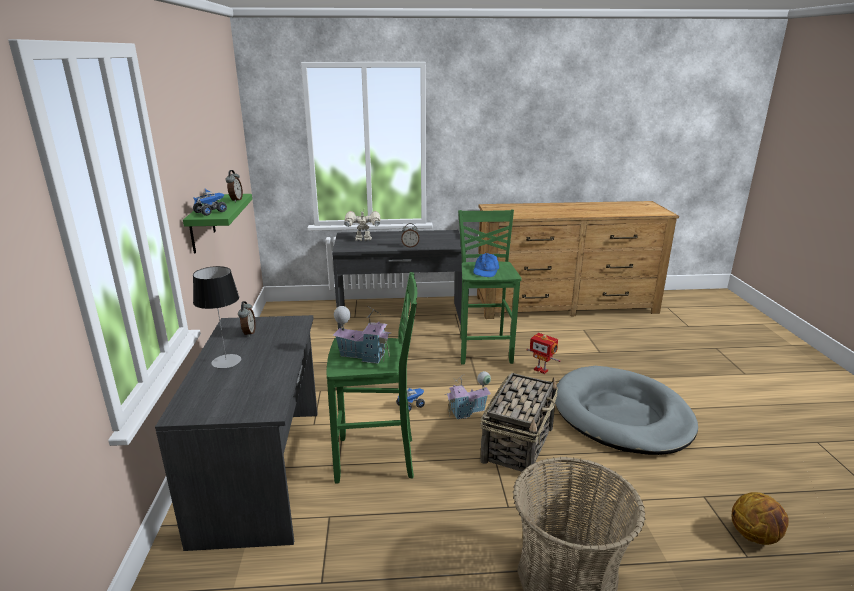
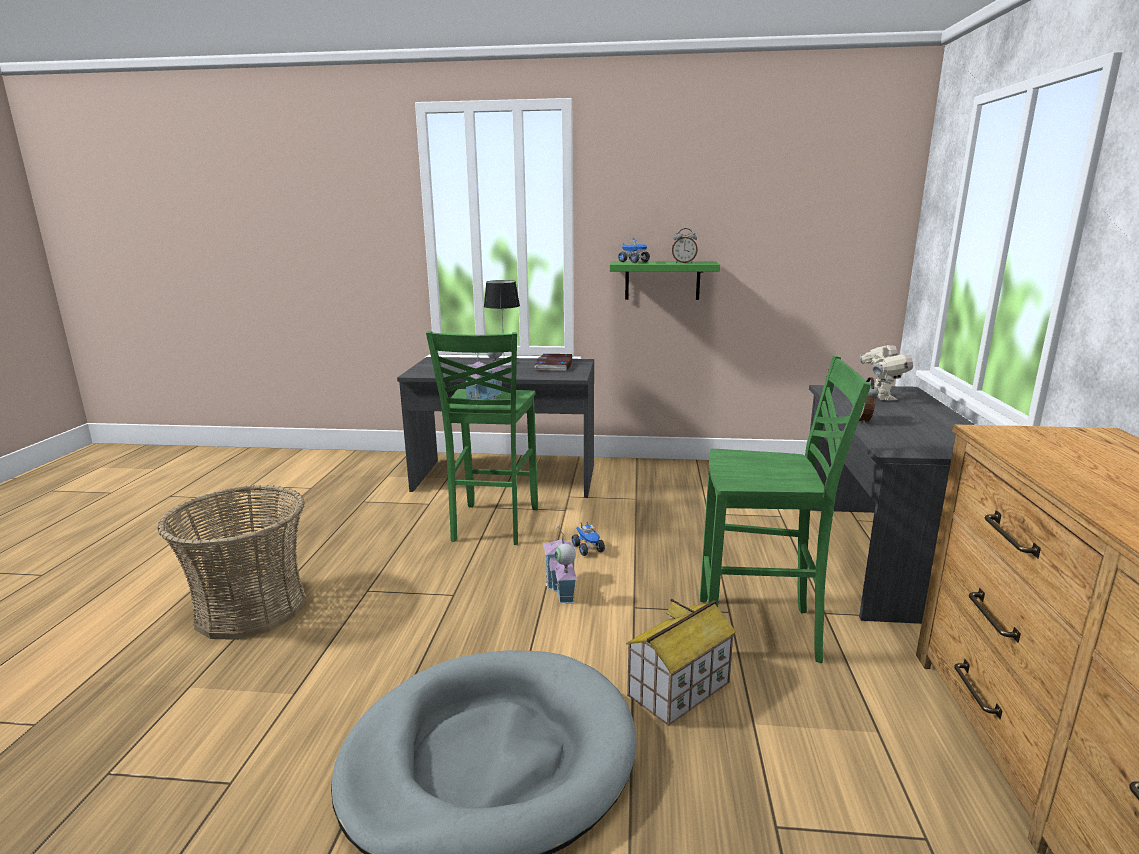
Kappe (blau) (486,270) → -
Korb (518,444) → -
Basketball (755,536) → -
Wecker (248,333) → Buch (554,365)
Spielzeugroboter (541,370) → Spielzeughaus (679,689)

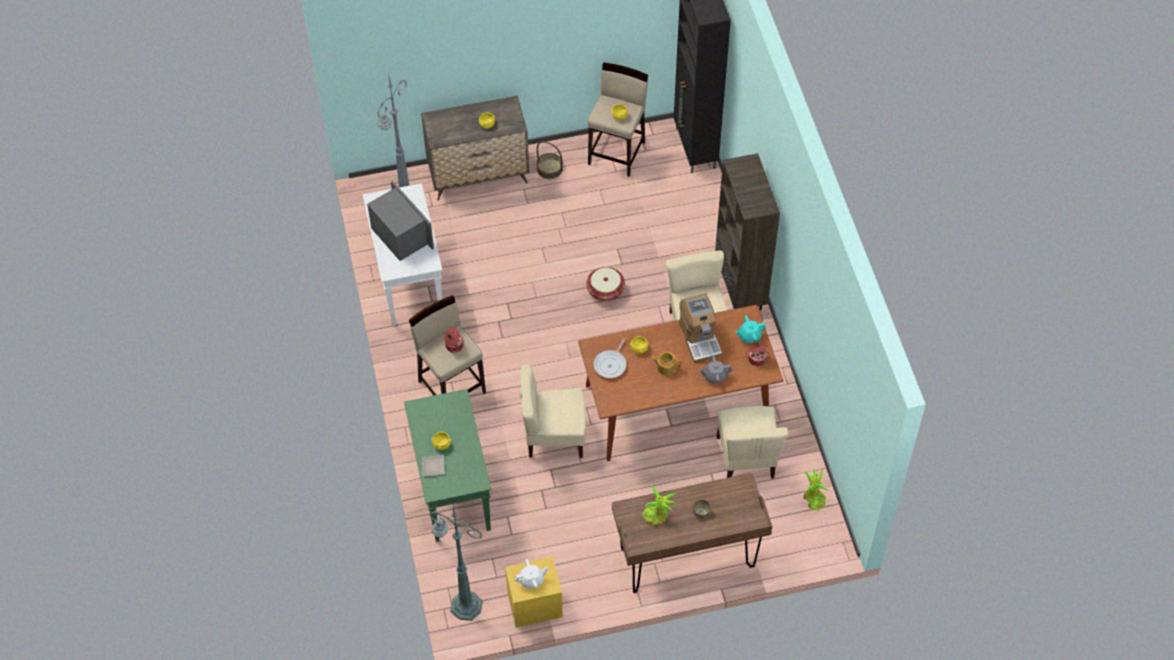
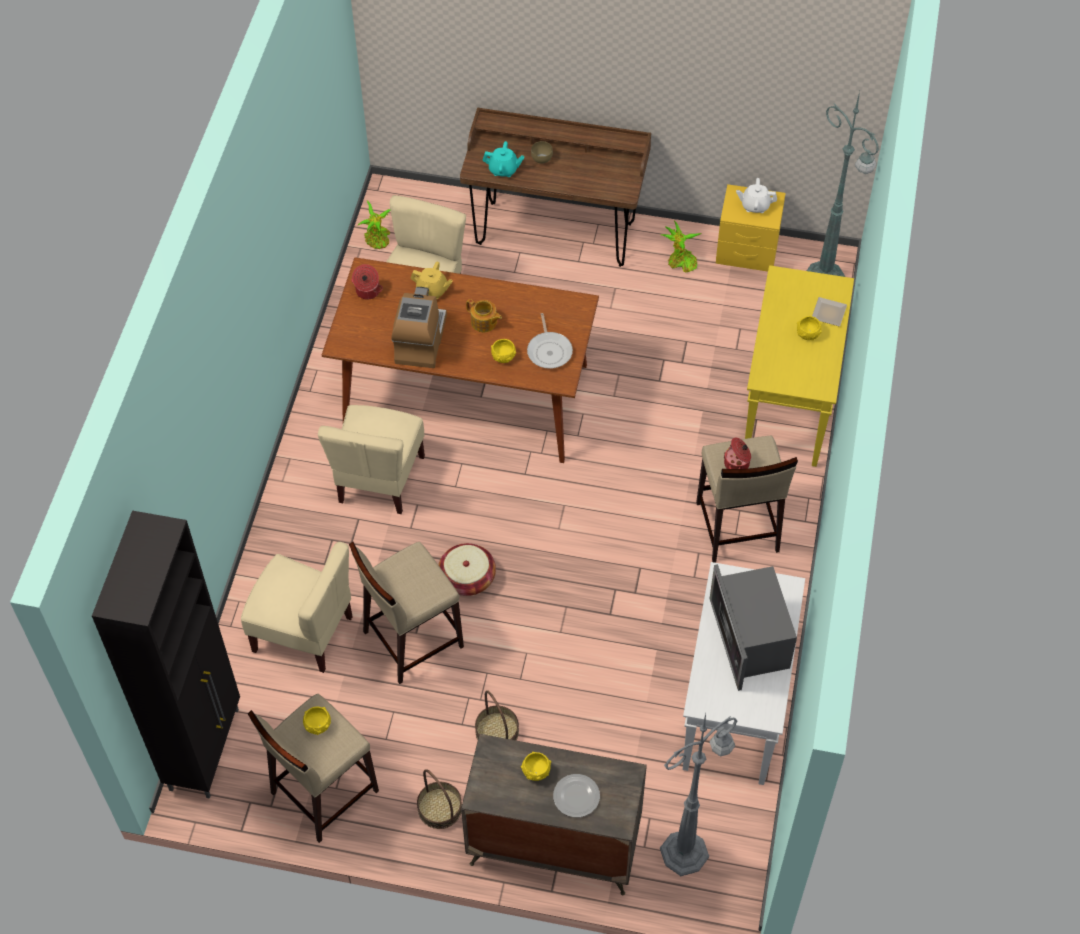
Bücherregal (braun) (740,289) → -
- → Hocker (beige) (412,639)
- → Korb (497,731)
- → Teller (576,797)
Stuhl (beige) (554,436) → Stuhl (beige) (304,633), relocated
Topfpflanze (657,515) → Topfpflanze (680,262), relocated
Teekanne (türkis) (749,336) → Teekanne (türkis) (503,170), relocated
Konsolentisch (grün) (451,488) → Konsolentisch (gelb) (789,404)
Teekanne (grau) (714,376) → Teekanne (gelb) (432,290)
Pfanne (611,364) → Pfanne (549,350), 120 degrees clockwise

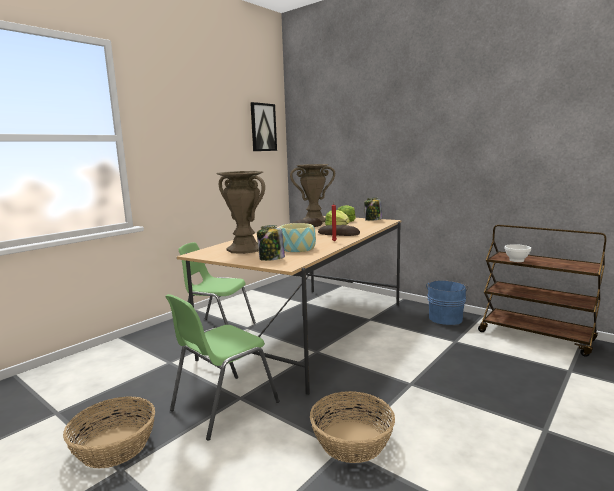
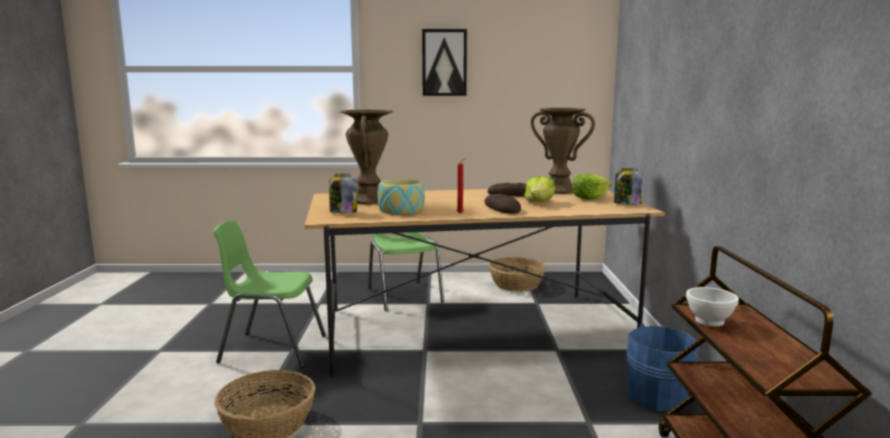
Korb (115,446) → Korb (516,285), relocated
Bild (263,127) → Bild (444,62), relocated

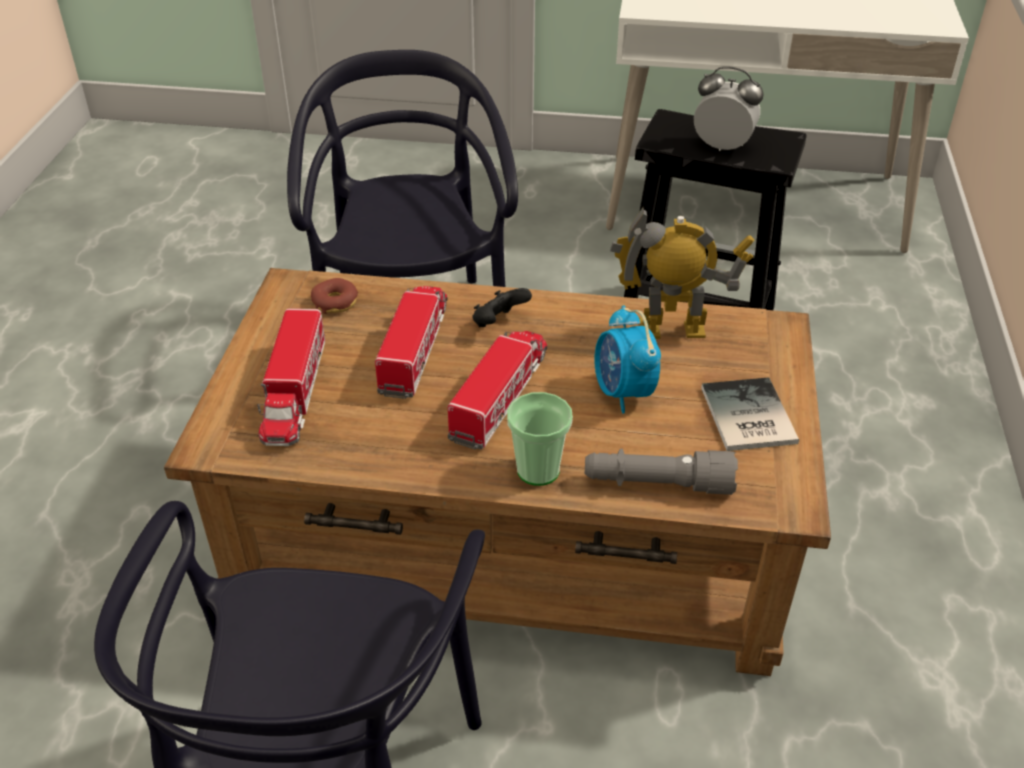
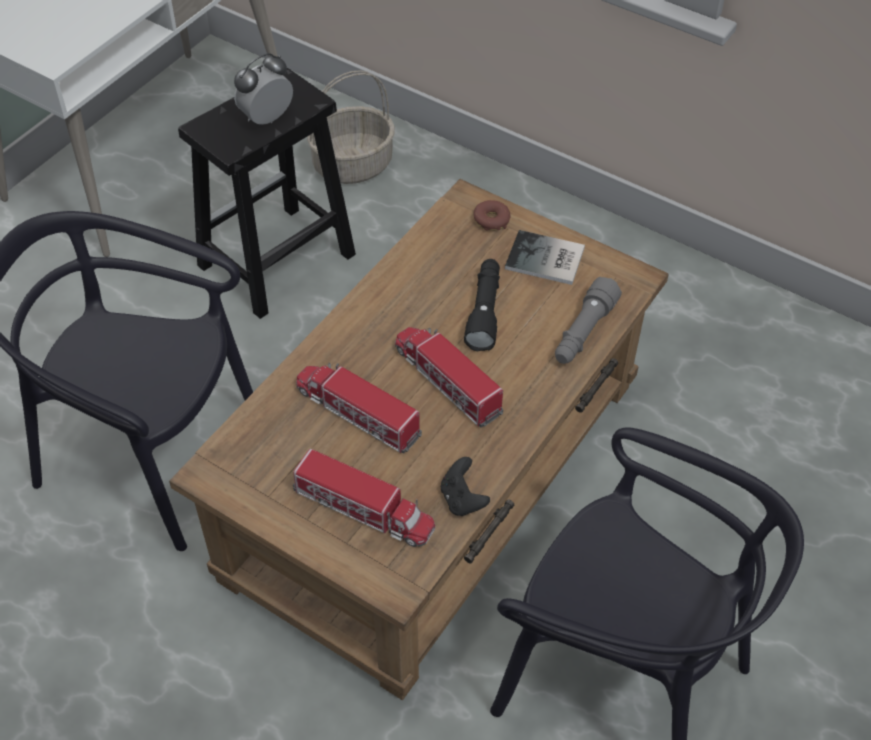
Tasse (538,470) → -
Spielzeugroboter (671,330) → -
- → Korb (353,164)
Donut (335,302) → Donut (491,220), relocated
Gamepad (schwarz) (499,323) → Gamepad (schwarz) (462,499), relocated
Wecker (623,393) → Taschenlampe (schwarz) (484,311)

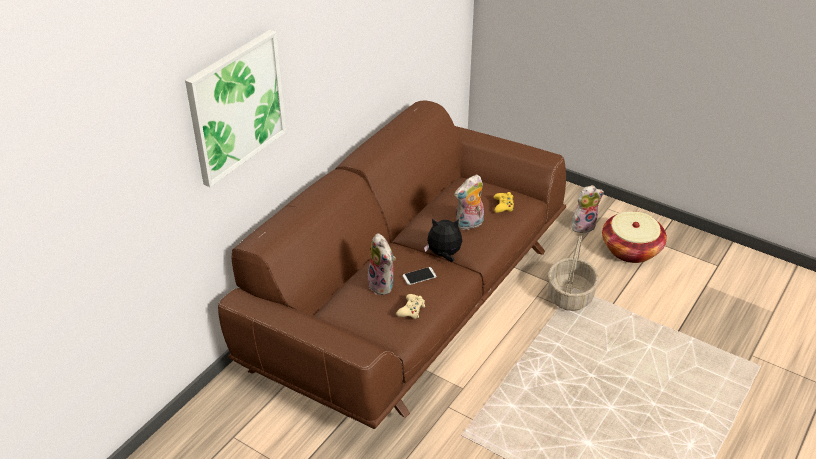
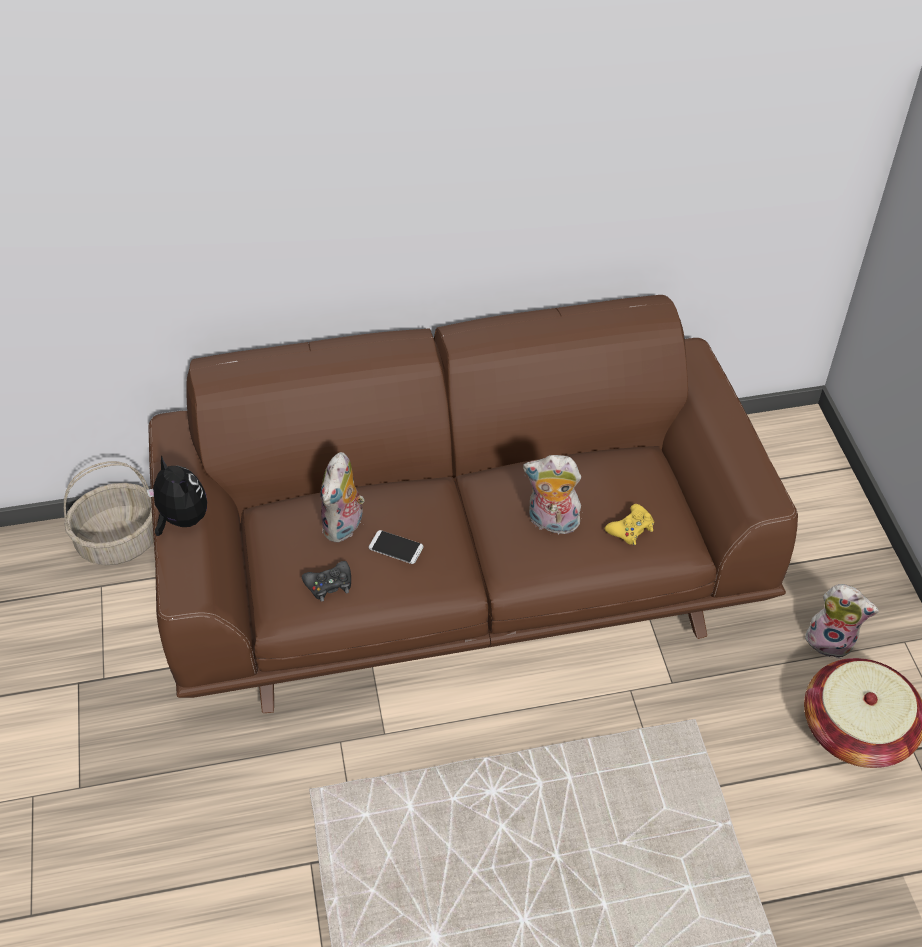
Bild (236,107) → -
Plüschtier (444,255) → Plüschtier (181,519), relocated
Korb (569,296) → Korb (120,540), relocated
Gamepad (beige) (411,310) → Gamepad (schwarz) (329,584)

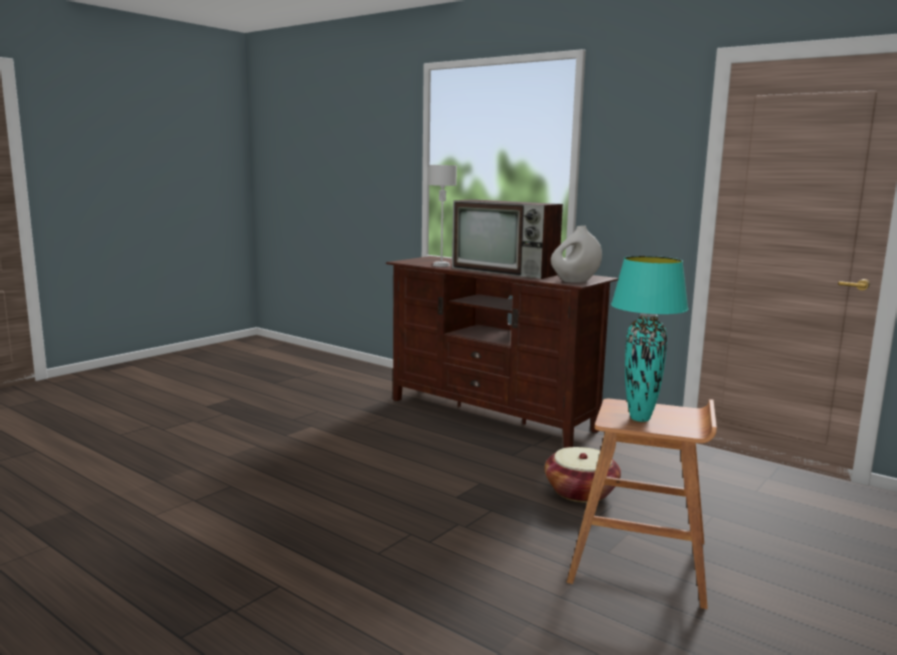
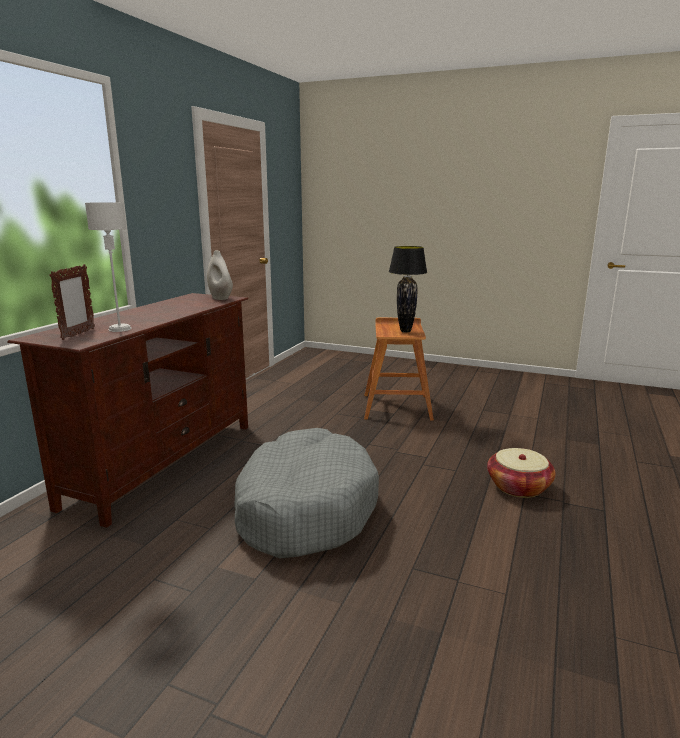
Fernseher (506,271) → -
- → Bilderrahmen (78,334)
- → Hundebett (grau) (304,508)
Korb (581,492) → Korb (518,487), relocated
Tischlampe (türkis) (640,419) → Tischlampe (schwarz) (405,331)

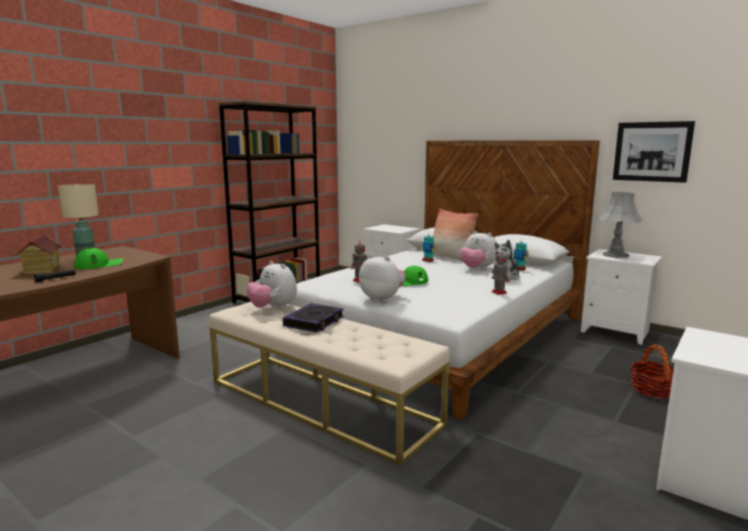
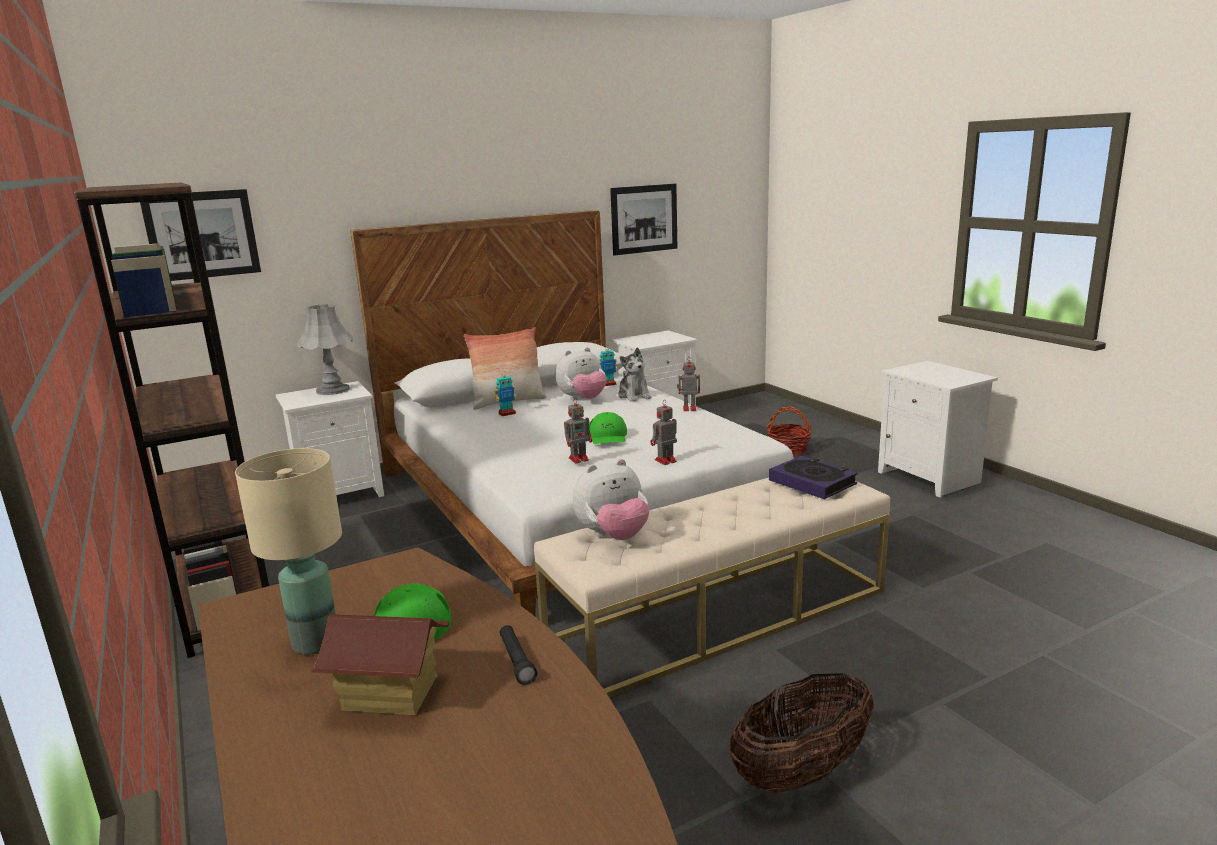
- → Bild (202,235)
- → Korb (801,772)
Buch (314,322) → Buch (812,482), relocated
Tischlampe (grau) (615,255) → Tischlampe (grau) (333,390), relocated
Plüschtier (382,299) → Spielzeugroboter (664,461)

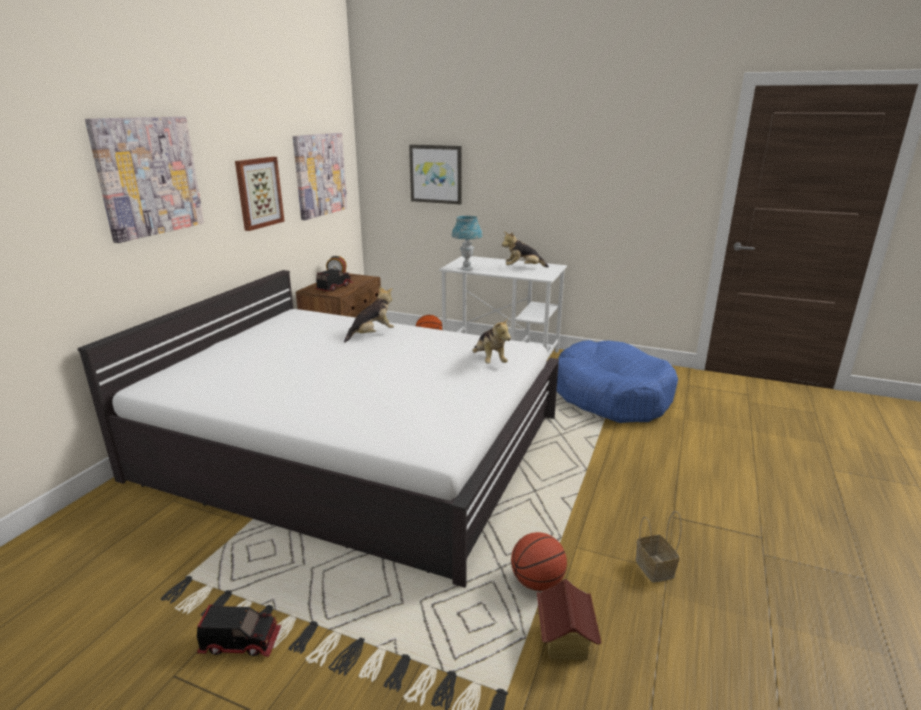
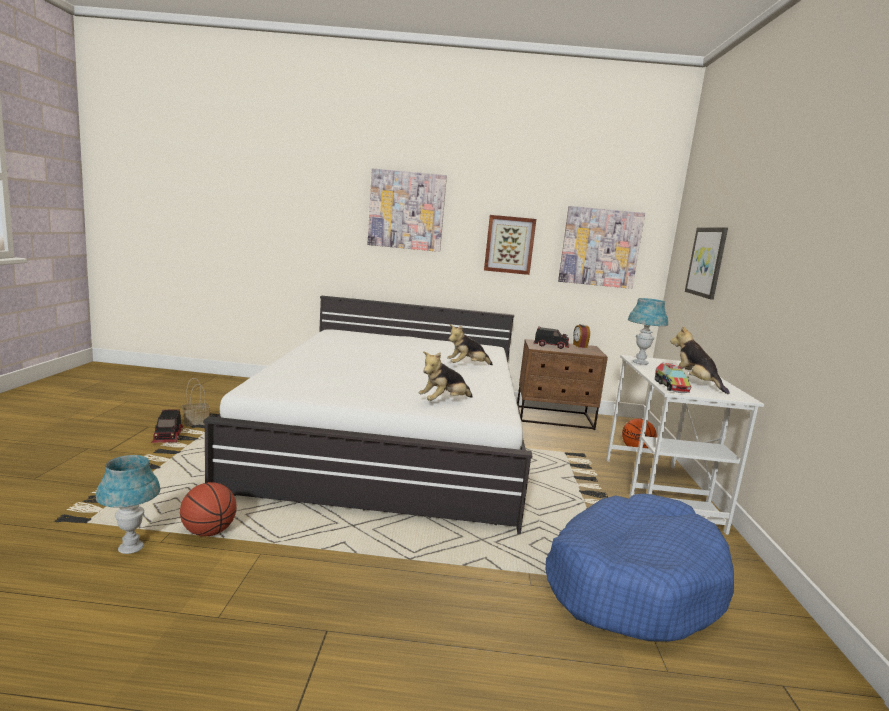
- → Spielzeuglaster (671,386)
Korb (653,567) → Korb (197,422), relocated
Spielzeughaus (564,640) → Tischlampe (blau) (131,548)
Plüschtier (372,335) → Plüschtier (467,366), 120 degrees clockwise

